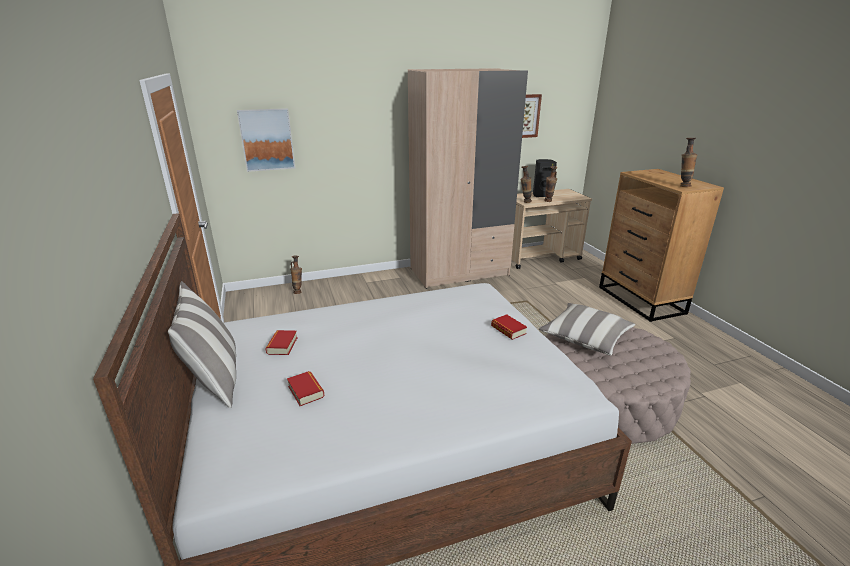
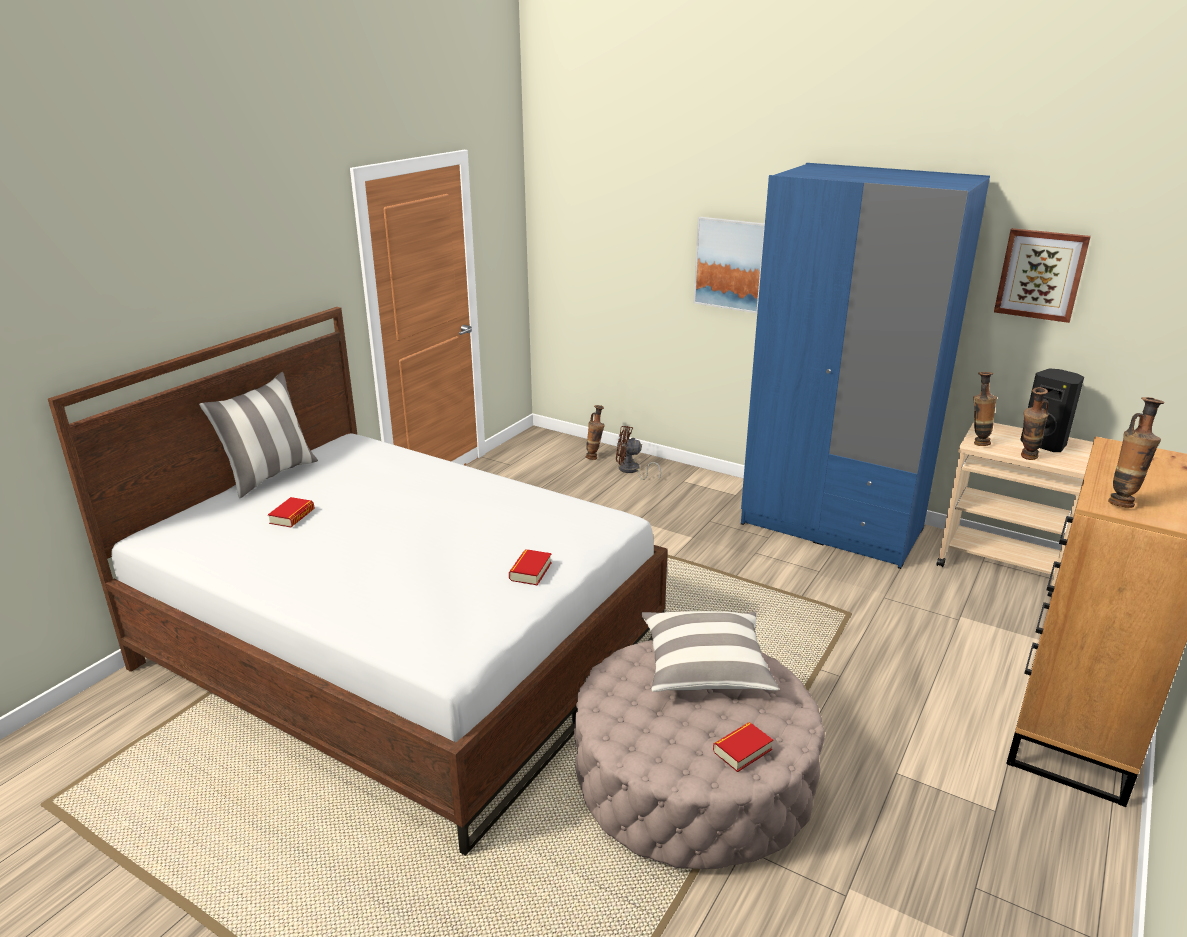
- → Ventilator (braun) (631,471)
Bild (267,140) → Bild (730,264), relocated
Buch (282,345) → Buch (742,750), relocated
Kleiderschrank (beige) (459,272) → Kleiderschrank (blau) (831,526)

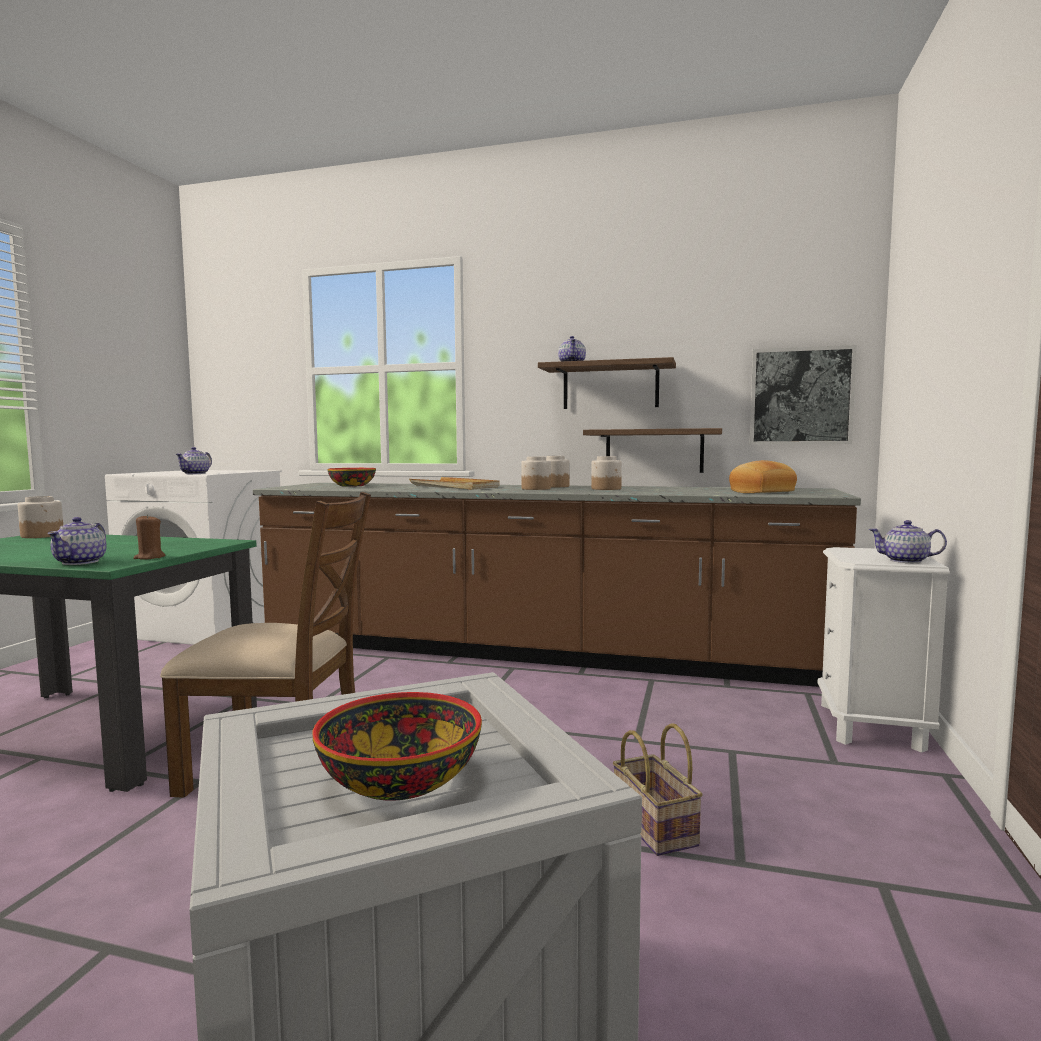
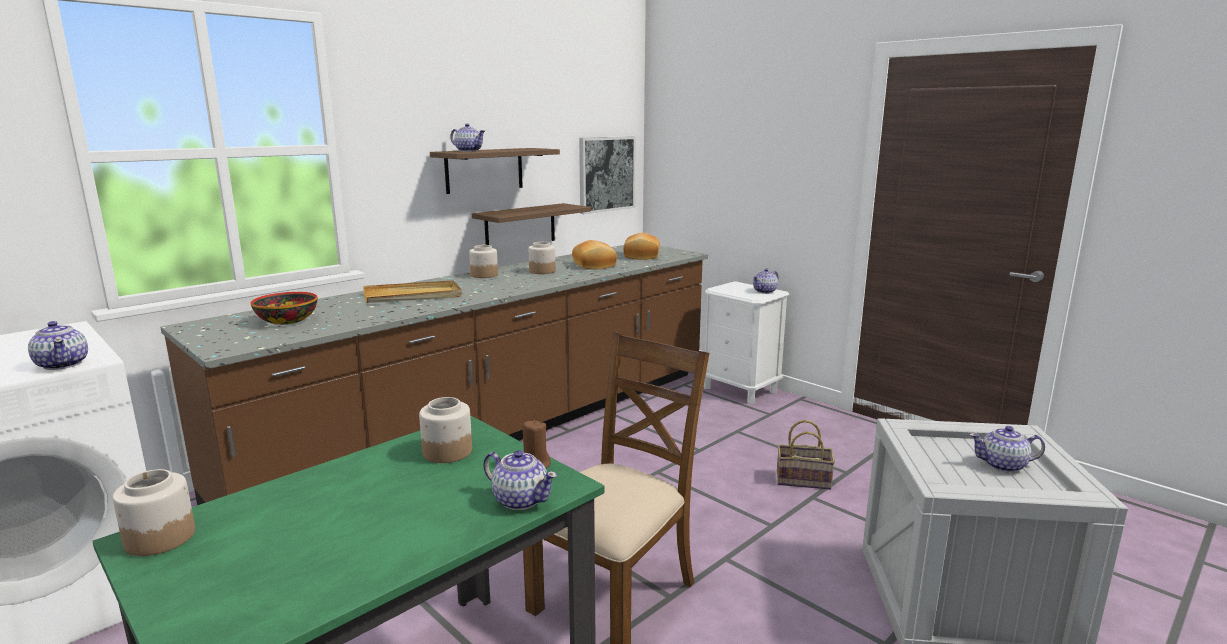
- → Brot (595,265)
Vorratsglas (535,488) → Vorratsglas (447,452), relocated
Schüssel (400,781) → Teekanne (1003,465)

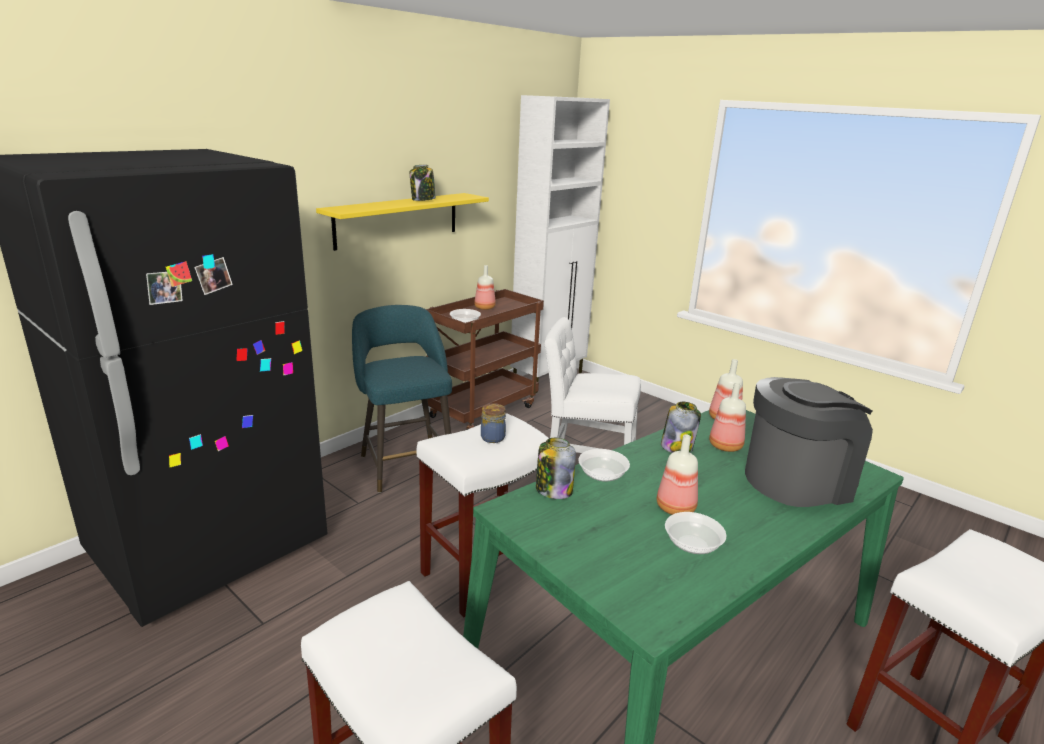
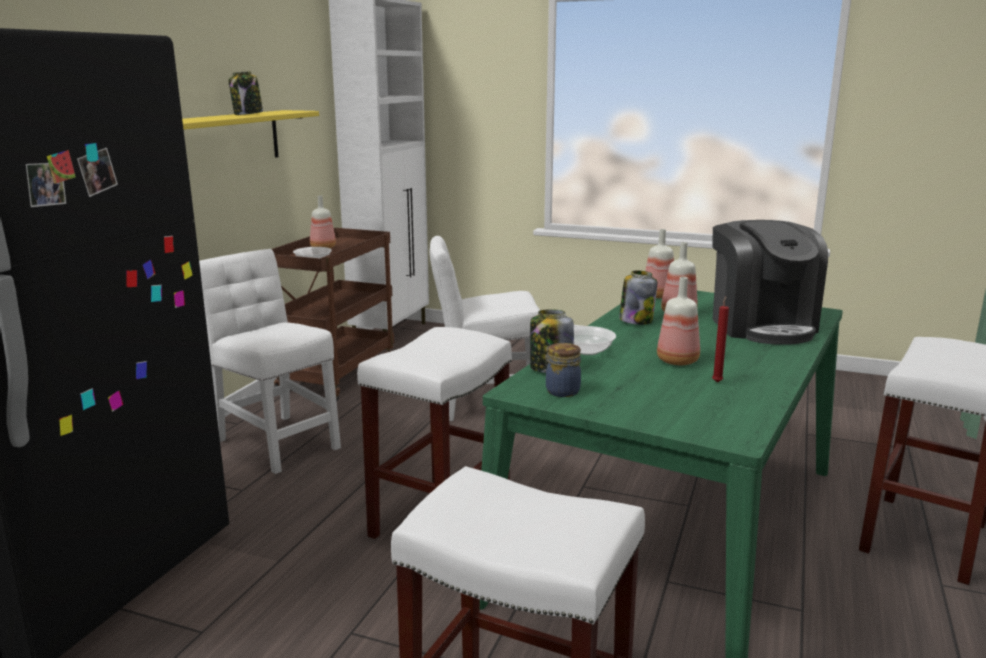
Vorratsglas (492,437) → Vorratsglas (561,391), relocated
Hocker (türkis) (405,463) → Stuhl (weiß) (275,441)
Schüssel (693,545) → Kerze (rot) (717,381)
Kaffeemaschine (797,481) → Kaffeemaschine (761,326), 120 degrees clockwise

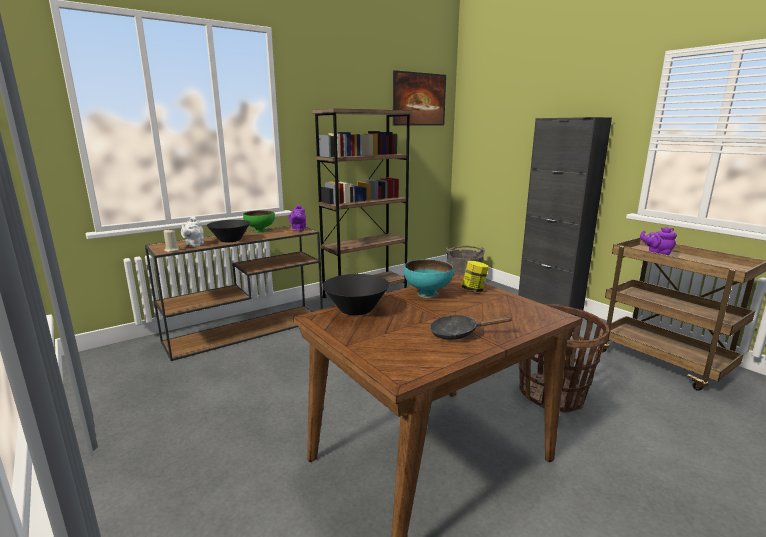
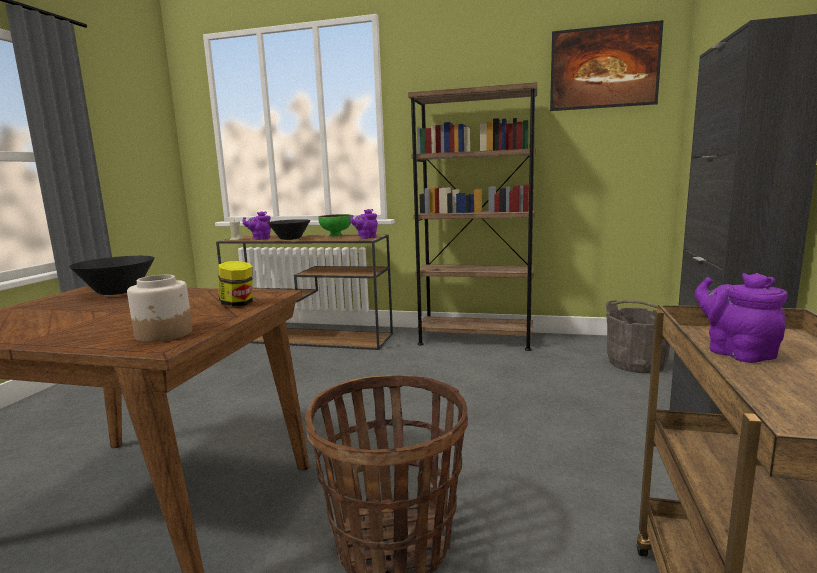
Schüssel (türkis) (427,294) → -
Pfanne (schwarz) (458,333) → -
- → Vorratsglas (164,334)
Teekanne (weiß) (194,245) → Teekanne (lila) (260,238)

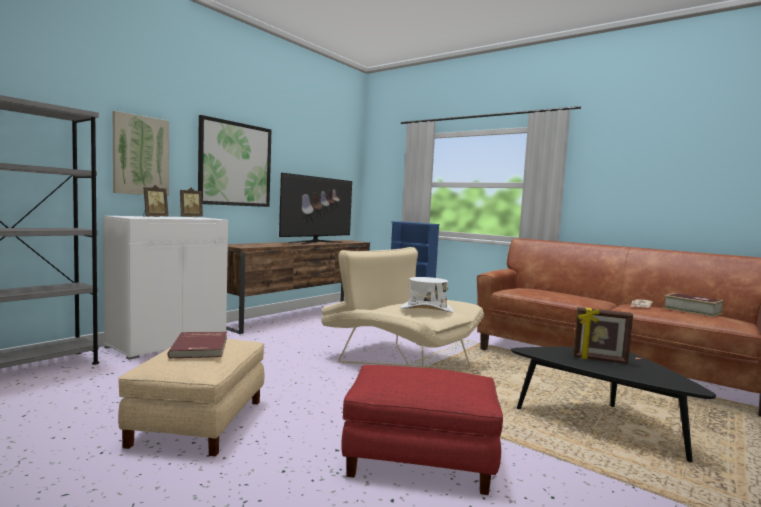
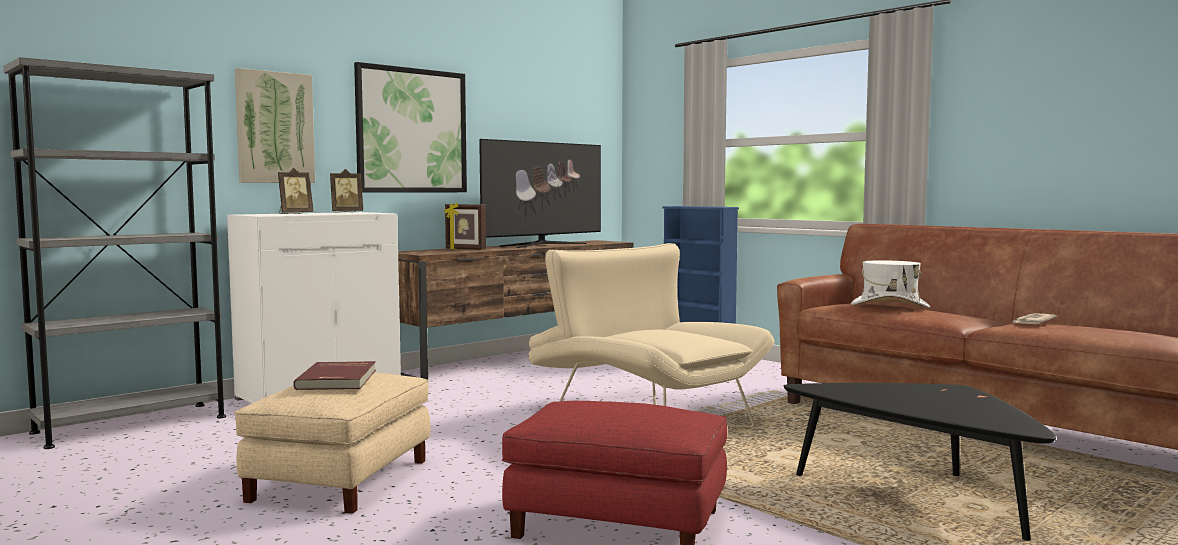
Buch (692,311) → -
Hut (weiß) (426,310) → Hut (weiß) (889,306), relocated
Bilderrahmen (599,360) → Bilderrahmen (465,249), relocated

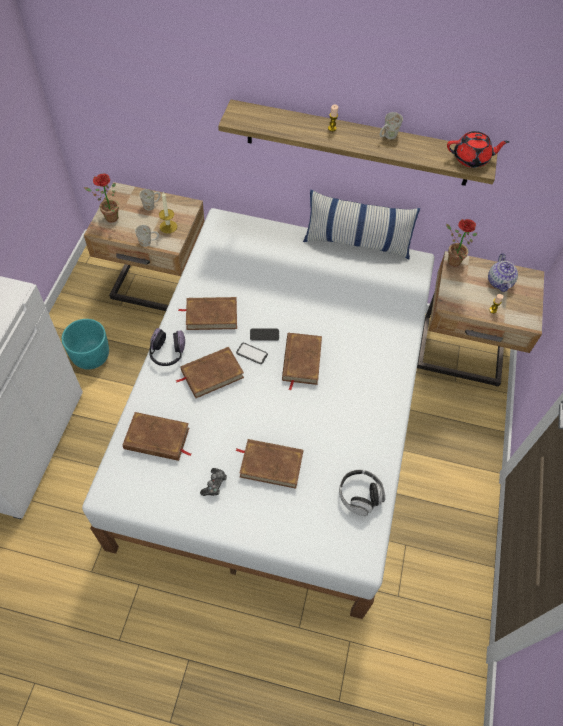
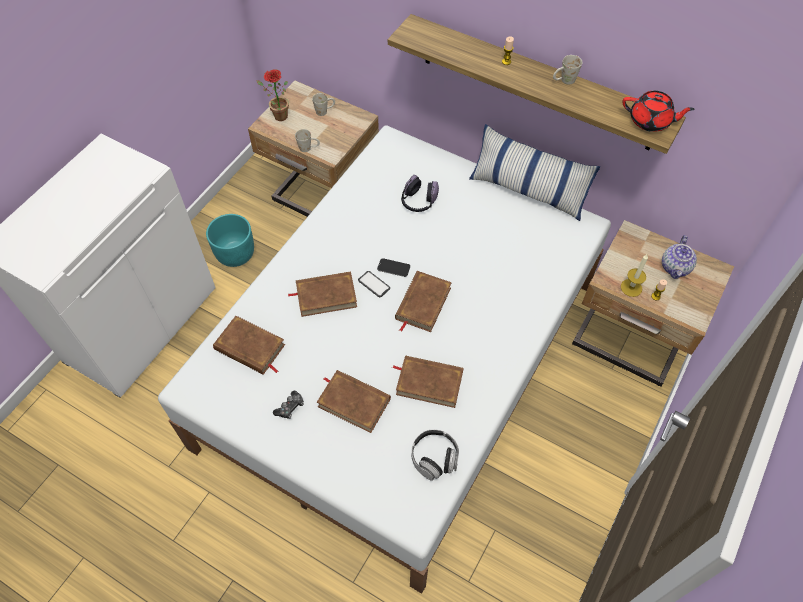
Topfpflanze (451,260) → -
Kopfhörer (167,353) → Kopfhörer (418,201), relocated
Kerze (168,226) → Kerze (631,287), relocated
Buch (braun) (211,315) → Buch (braun) (429,383), relocated

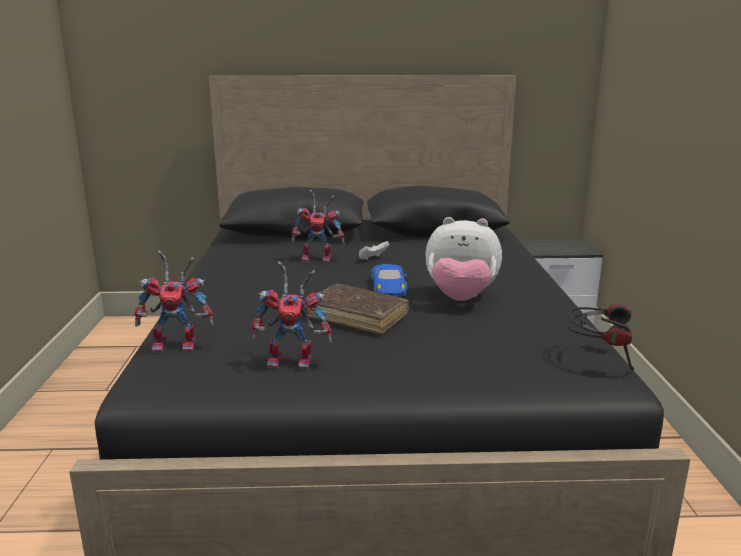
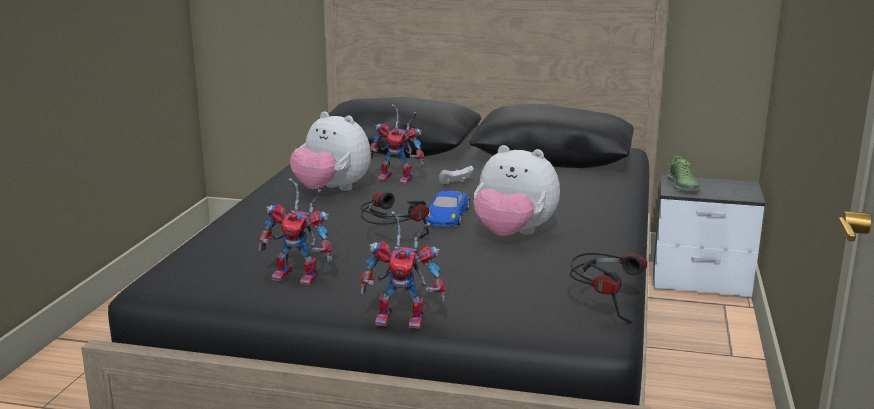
- → Plüschtier (332,190)
- → Schuh (682,186)
Spielzeugroboter (179,344) → Spielzeugroboter (405,319), relocated
Buch (braun) (357,317) → Kopfhörer (391,243)

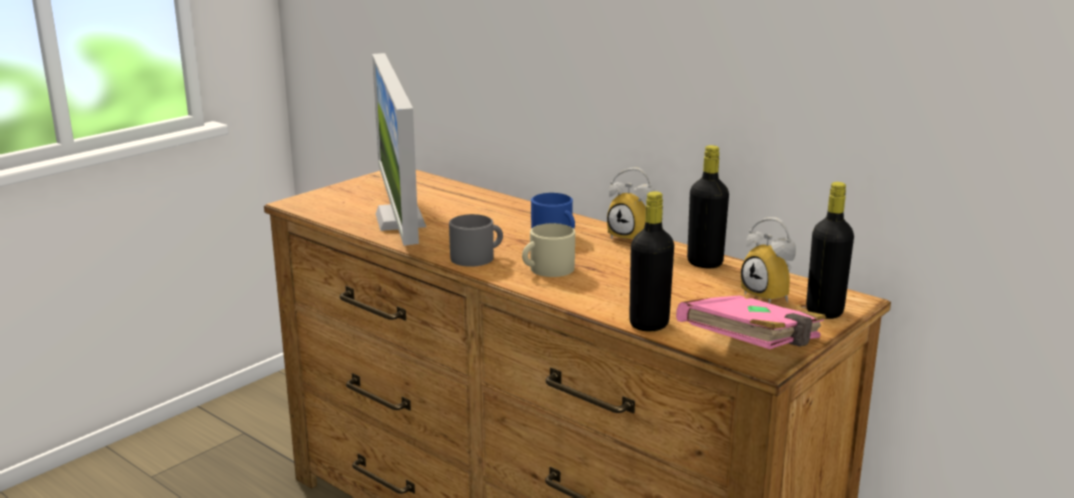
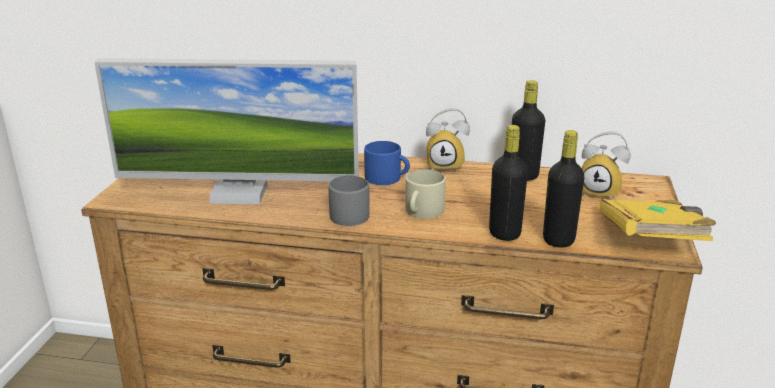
Flasche (schwarz) (824,311) → Flasche (schwarz) (504,233), relocated
Buch (rosa) (753,350) → Buch (gelb) (651,241)
Monitor (400,220) → Monitor (239,194), 45 degrees counterclockwise

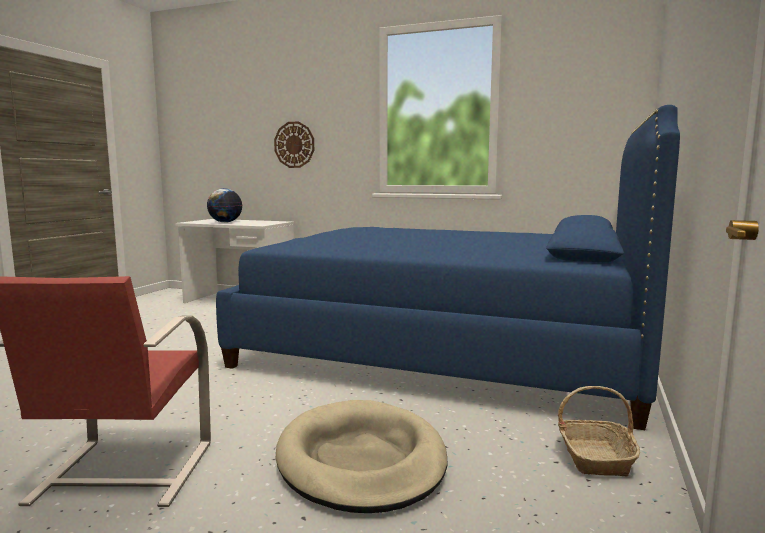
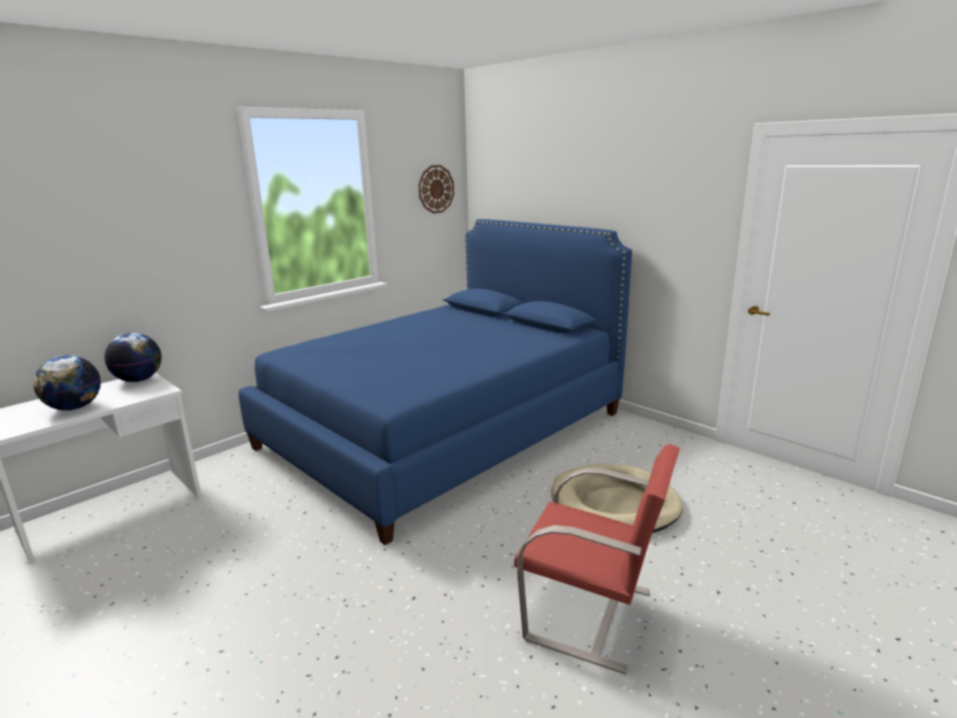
Korb (595,457) → -
- → Globus (139,380)
Wanduhr (294,145) → Wanduhr (436,189), relocated

